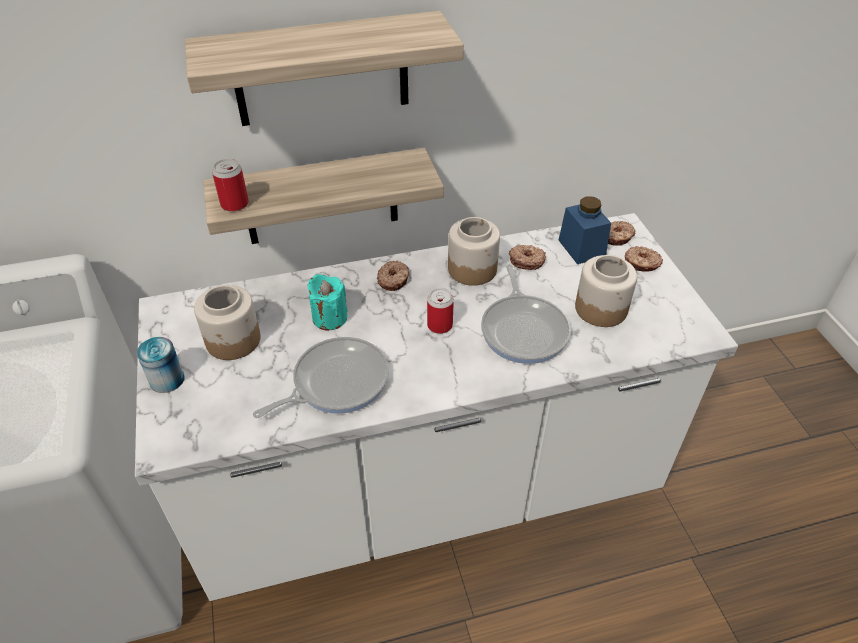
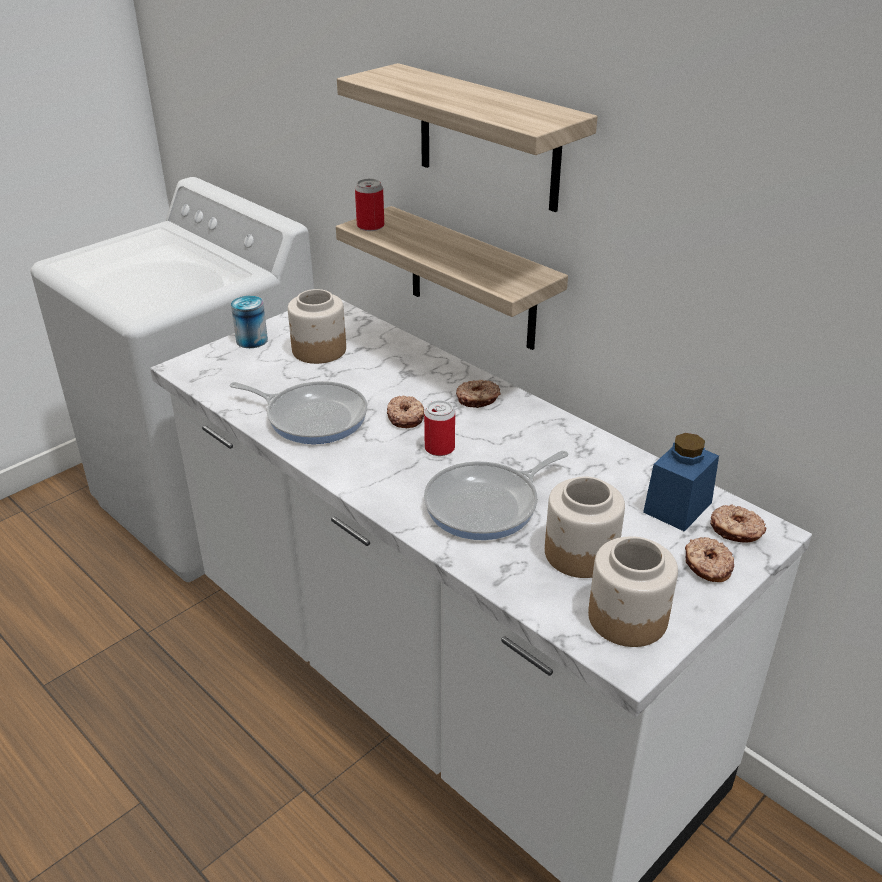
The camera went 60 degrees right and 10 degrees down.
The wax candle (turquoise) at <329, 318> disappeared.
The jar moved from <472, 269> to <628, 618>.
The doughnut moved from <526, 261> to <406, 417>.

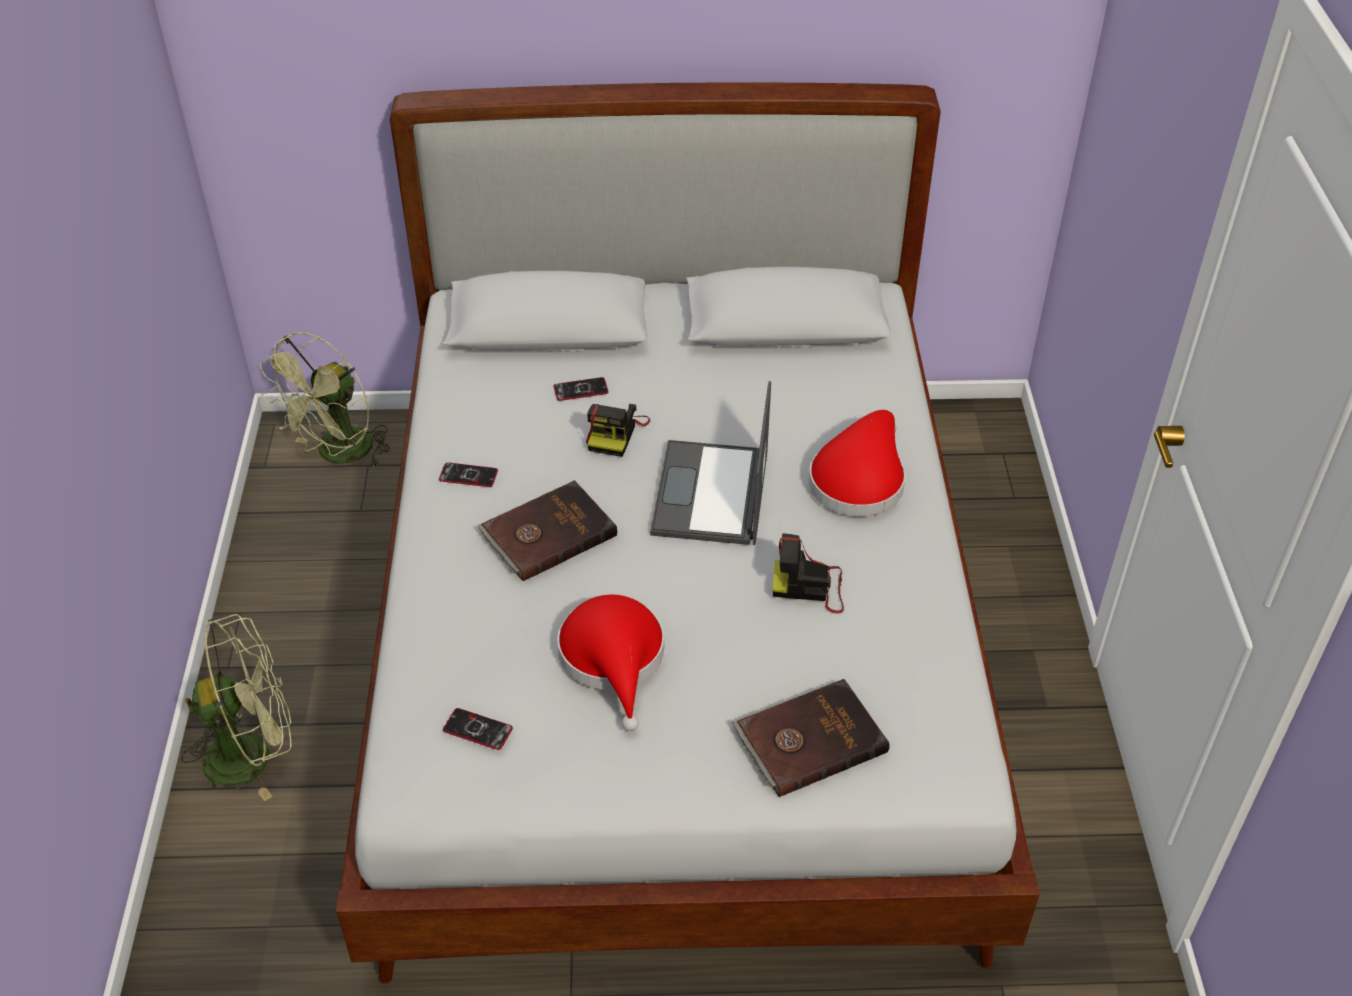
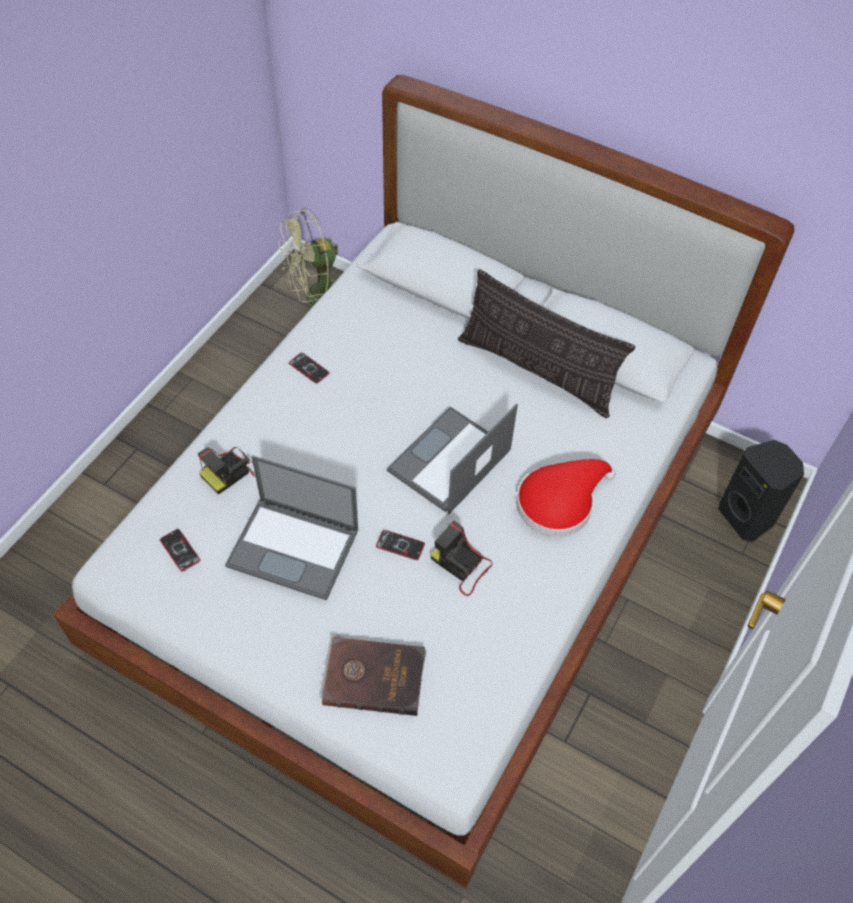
The camera went 30 degrees right and 10 degrees up.
The electric fan (greenish) at <252, 753> disappeared.
The bound book (brown-coloured) at <547, 533> disappeared.
The telephone moved from <581, 390> to <400, 545>.
The clothing hat (red) at <614, 659> was replaced by the notebook computer at <295, 548>.
The still camera moved from <615, 433> to <232, 471>.
The cushion at <537, 370> appeared.
The loudspeaker (black) at <747, 517> appeared.

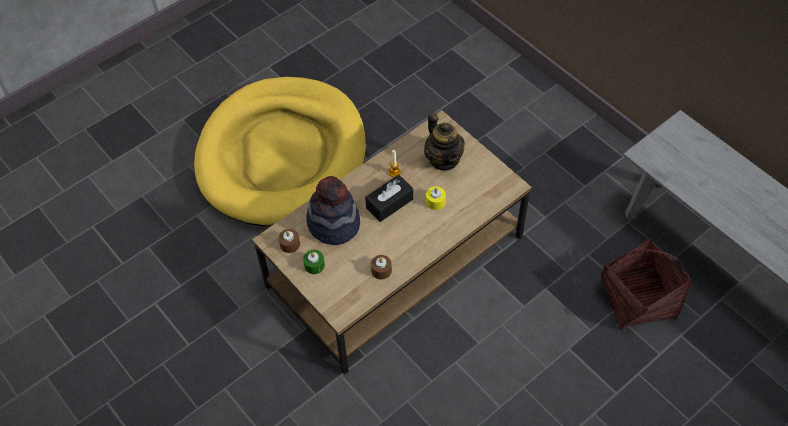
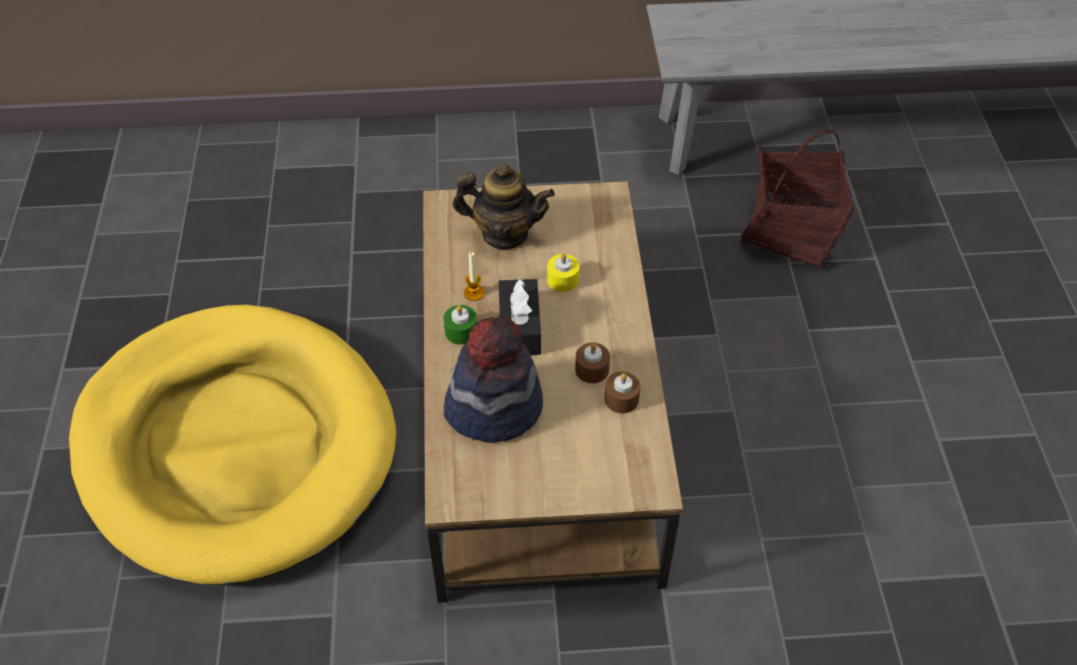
The camera went 55 degrees left and 5 degrees down.
The wax candle (brown-coloured) moved from <290, 244> to <592, 369>.
The wax candle (greenish) moved from <314, 265> to <461, 331>.

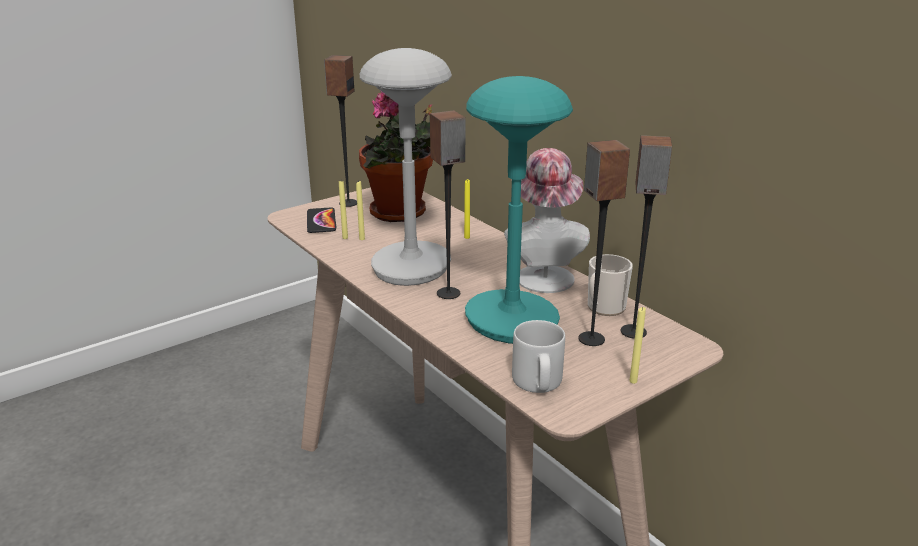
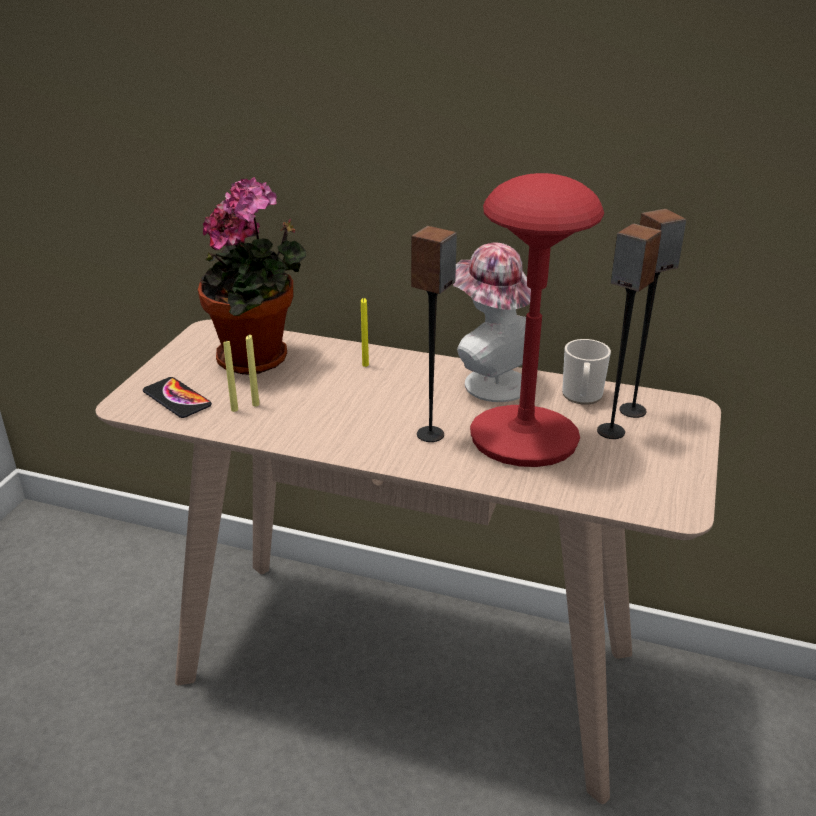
The camera went 35 degrees left and 5 degrees up.
The loudspeaker at <348, 203> disappeared.
The lamp for a table (gray) at <412, 266> disappeared.
The lamp for a table (turquoise) at <512, 320> became the lamp for a table (red) at <524, 440>.
The mug (gray) at <538, 383> disappeared.
The wax candle (yellowish) at <633, 381> disappeared.

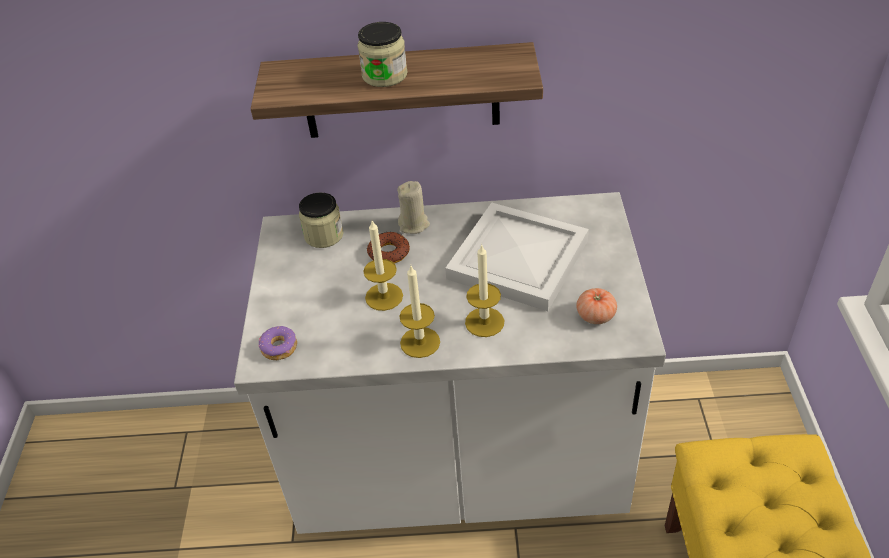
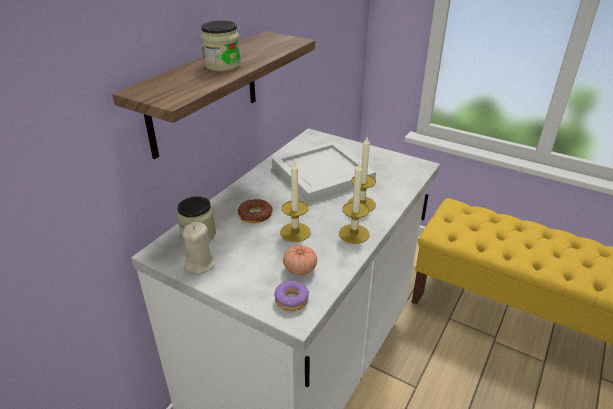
The camera went 60 degrees left and 10 degrees down.
The wax candle (beige) moved from <414, 224> to <200, 264>.
The tomato moved from <595, 315> to <300, 269>.

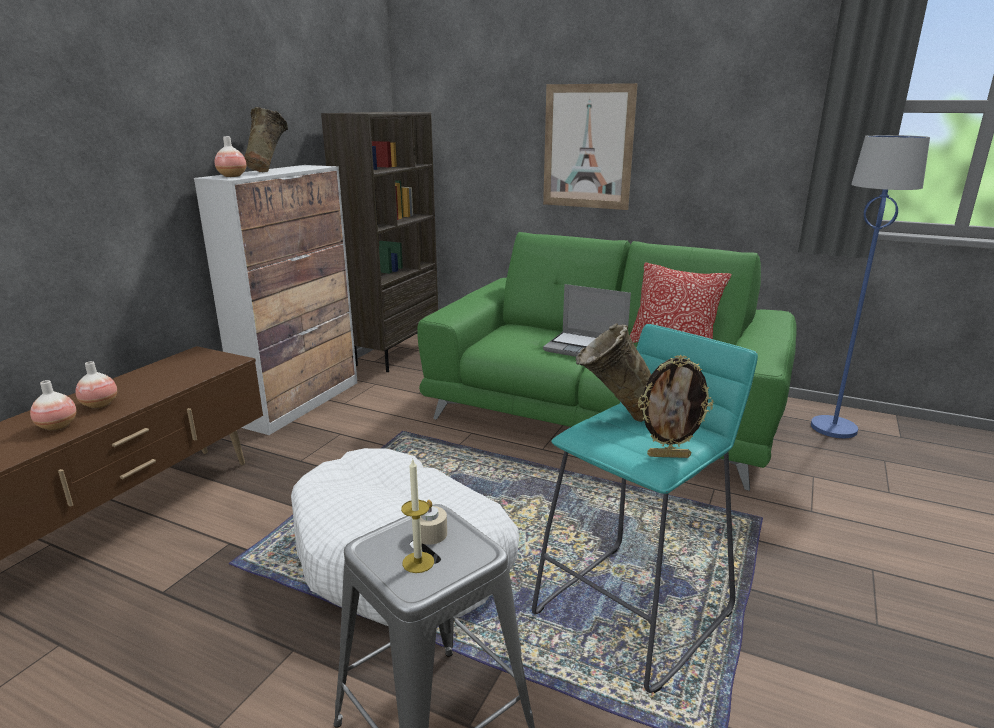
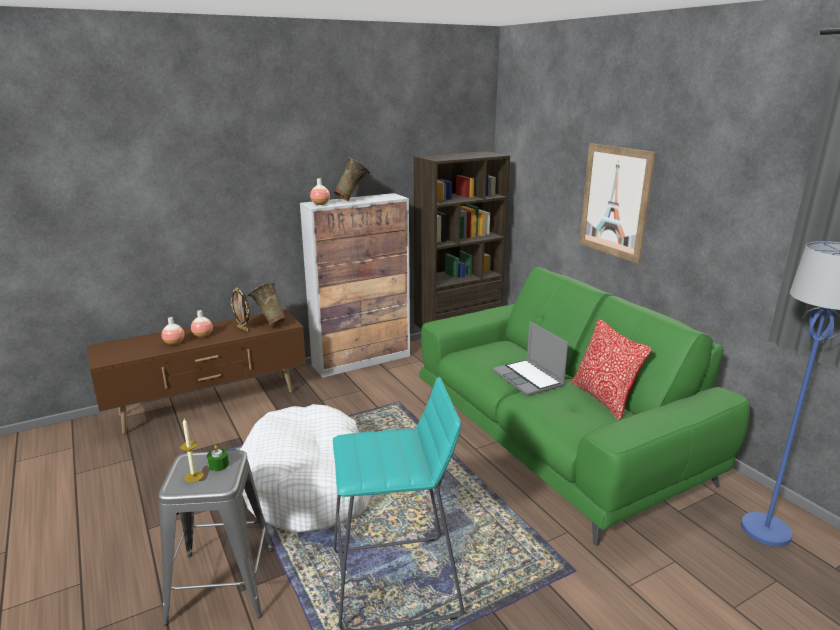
The camera went 35 degrees right and 0 degrees up.
The wax candle (beige) at <430, 534> became the wax candle (greenish) at <218, 465>.
The decorative vase (beige) moved from <616, 417> to <269, 323>.
The standing frame moved from <668, 455> to <243, 329>.

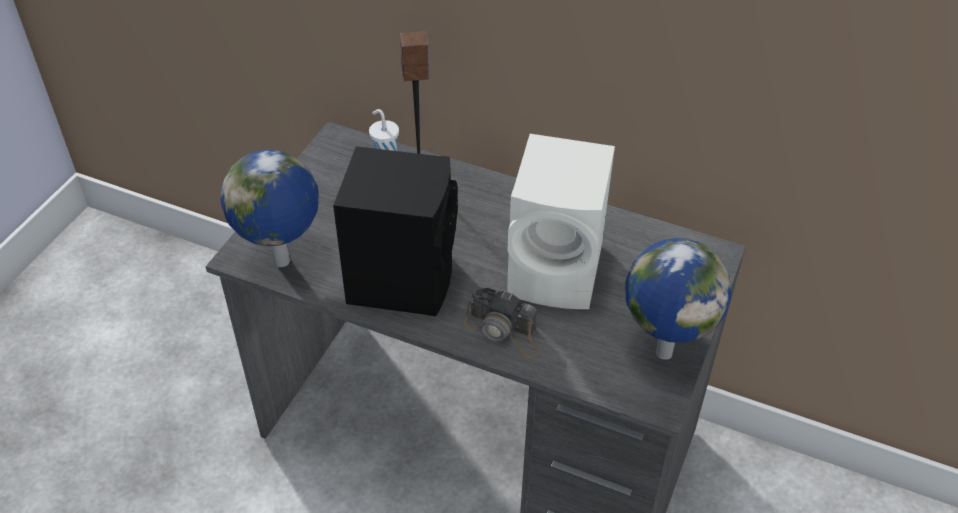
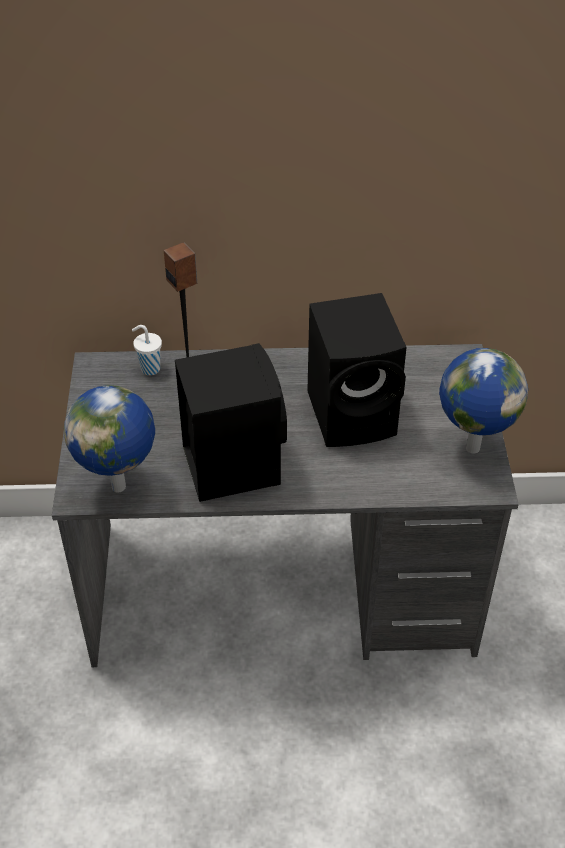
The camera went 25 degrees left and 0 degrees up.
The still camera at <504, 331> disappeared.
The loudspeaker (white-coloured) at <559, 272> became the loudspeaker (black) at <355, 414>.

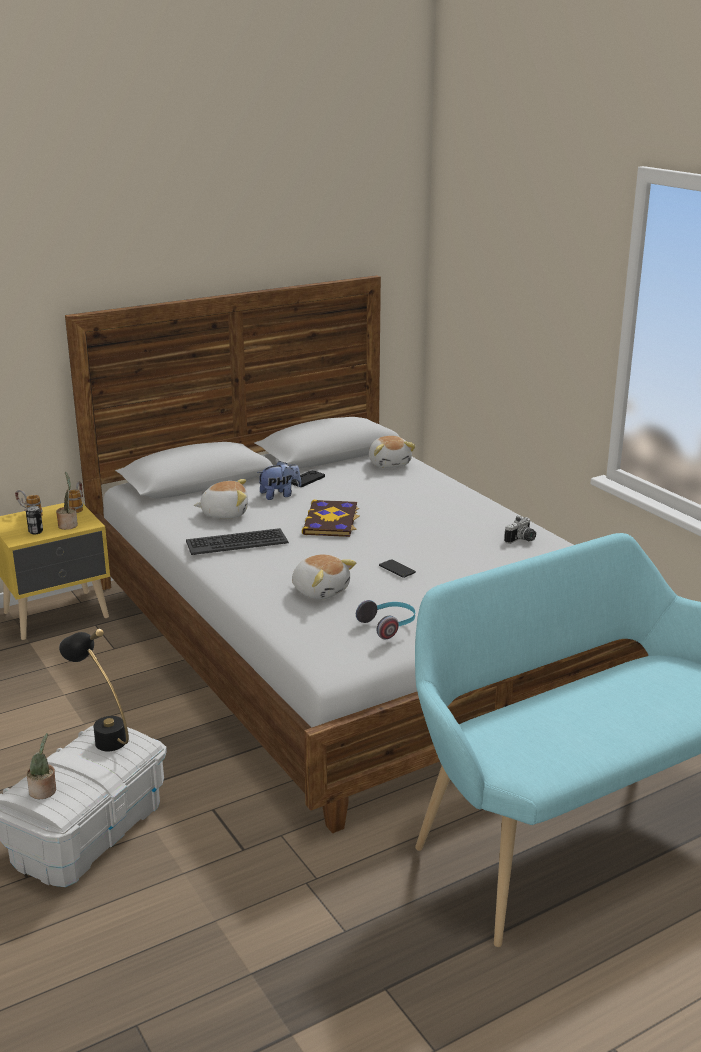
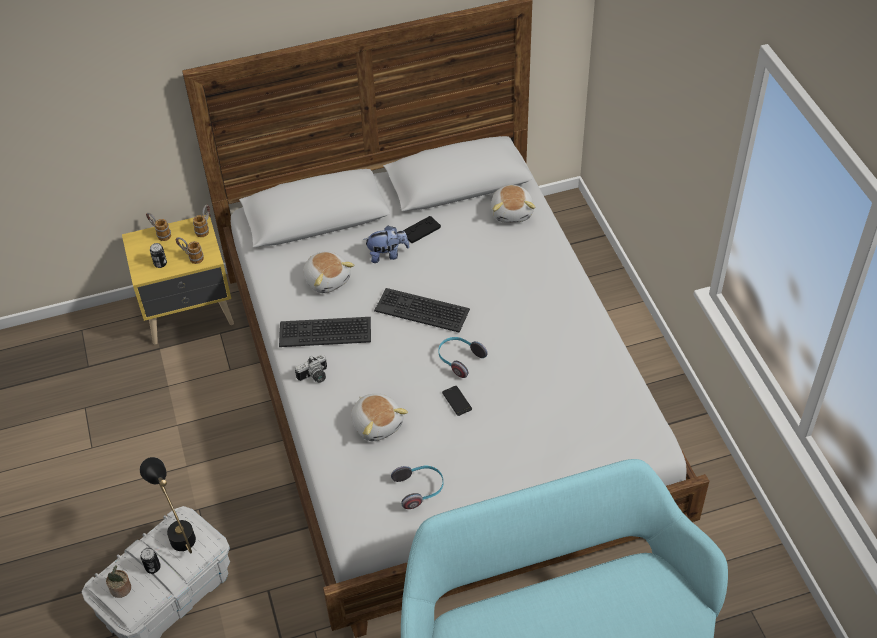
The camera went 15 degrees right and 25 degrees up.
The plant in a pot at <68, 525> was replaced by the mug at <191, 257>.
The soft toy at <224, 513> turned 45 degrees clockwise.
The bound book at <332, 521> was replaced by the keyboard at <422, 310>.
The still camera moved from <522, 540> to <315, 377>.
The sealed can at <153, 567> appeared.
The pair of headphones at <459, 360> appeared.

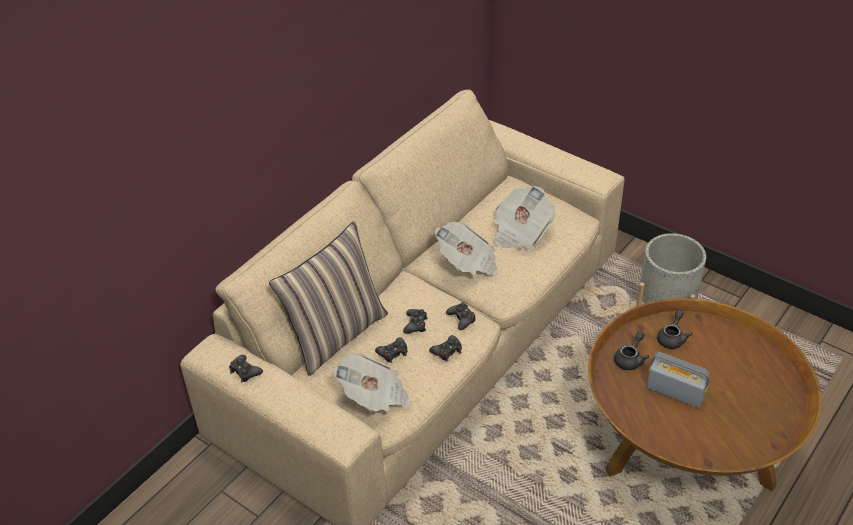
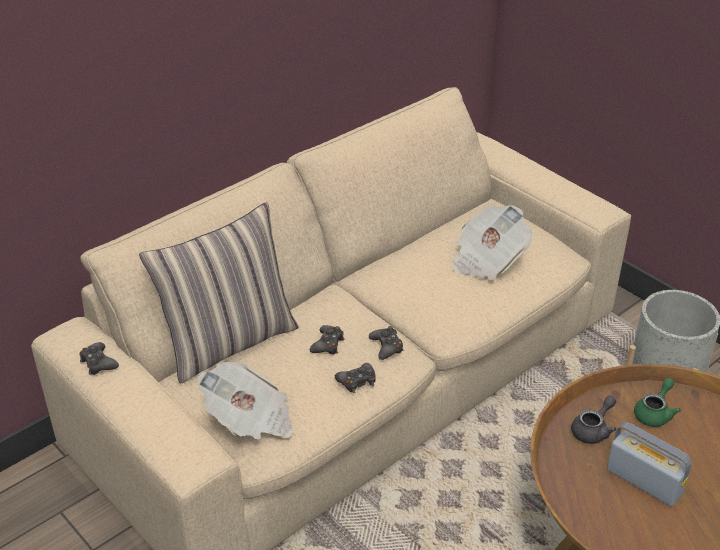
The camera went 10 degrees right and 5 degrees down.
The joypad (black) at <393, 353> disappeared.
The newspaper at <468, 263> disappeared.
The teapot (gray) at <672, 338> became the teapot (greenish) at <655, 413>.

